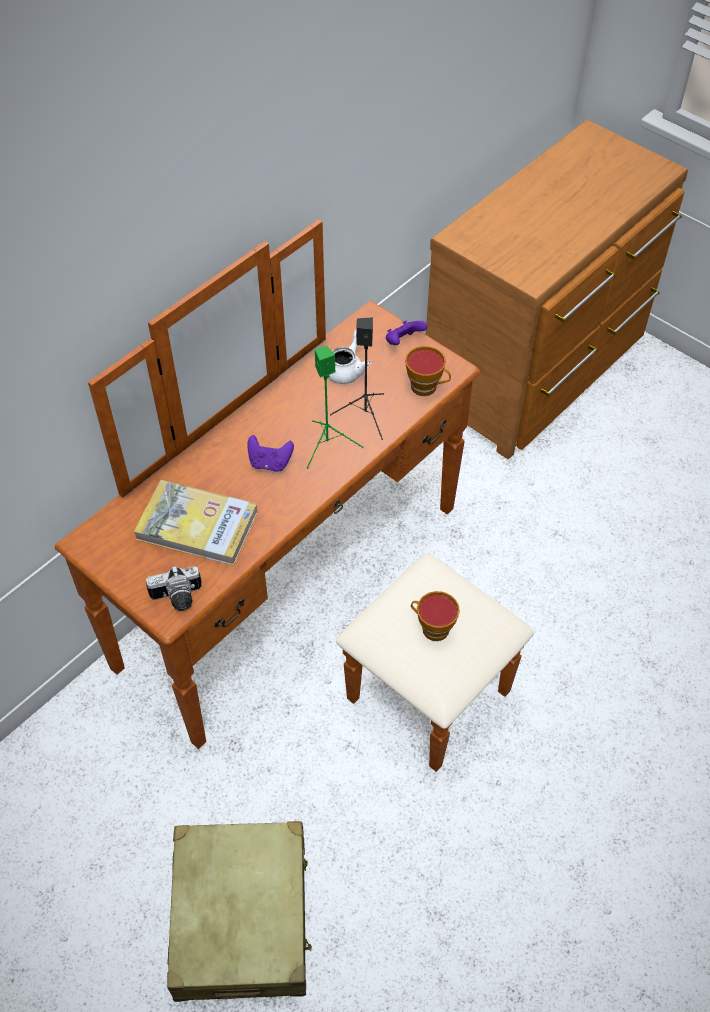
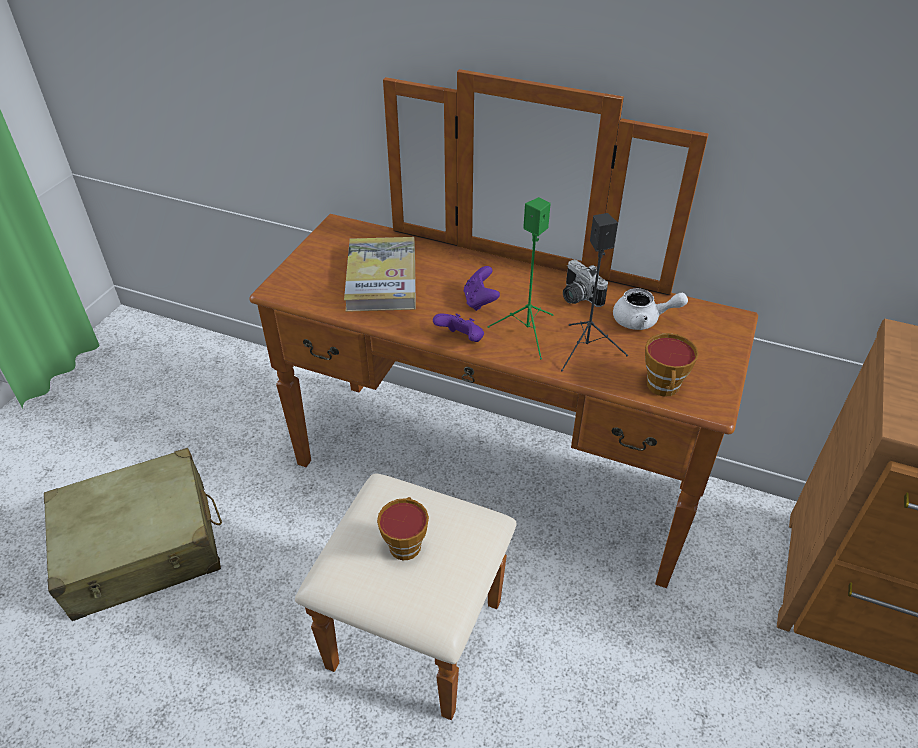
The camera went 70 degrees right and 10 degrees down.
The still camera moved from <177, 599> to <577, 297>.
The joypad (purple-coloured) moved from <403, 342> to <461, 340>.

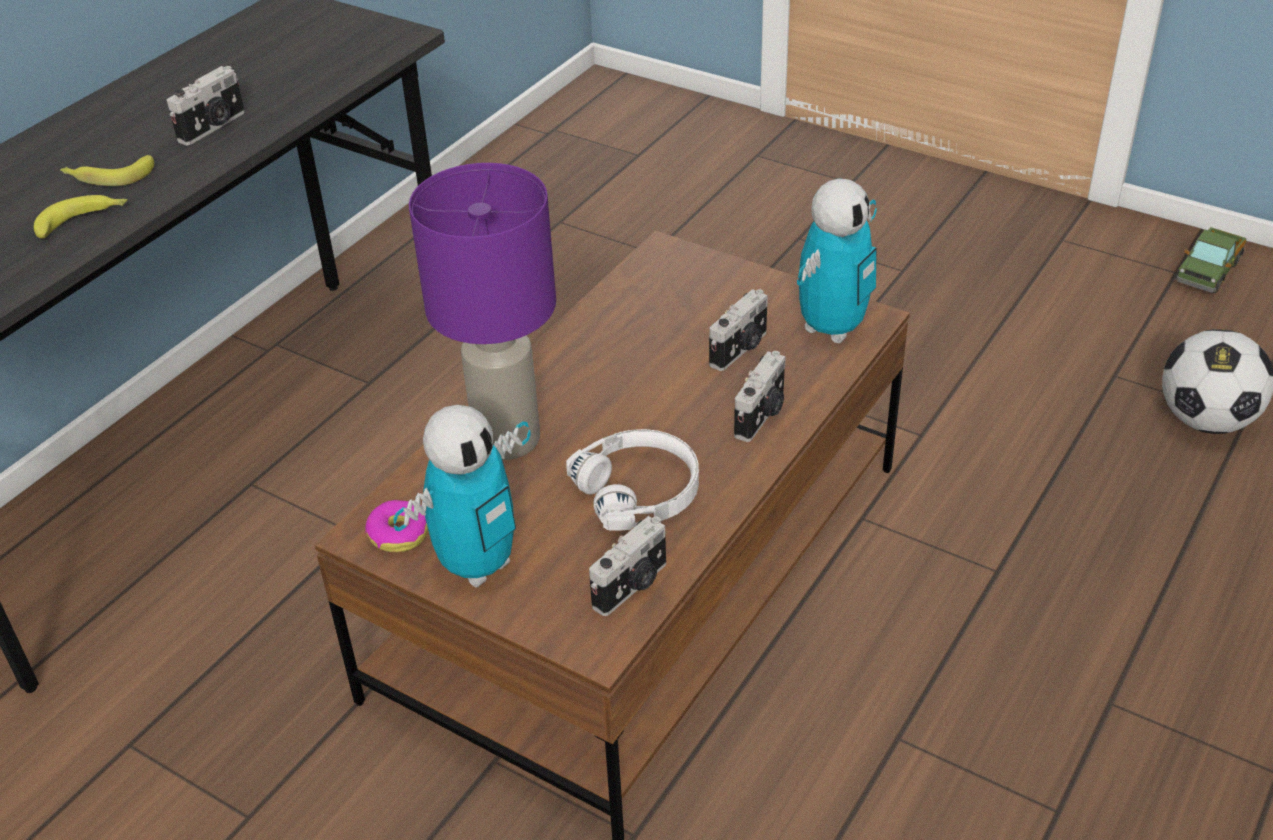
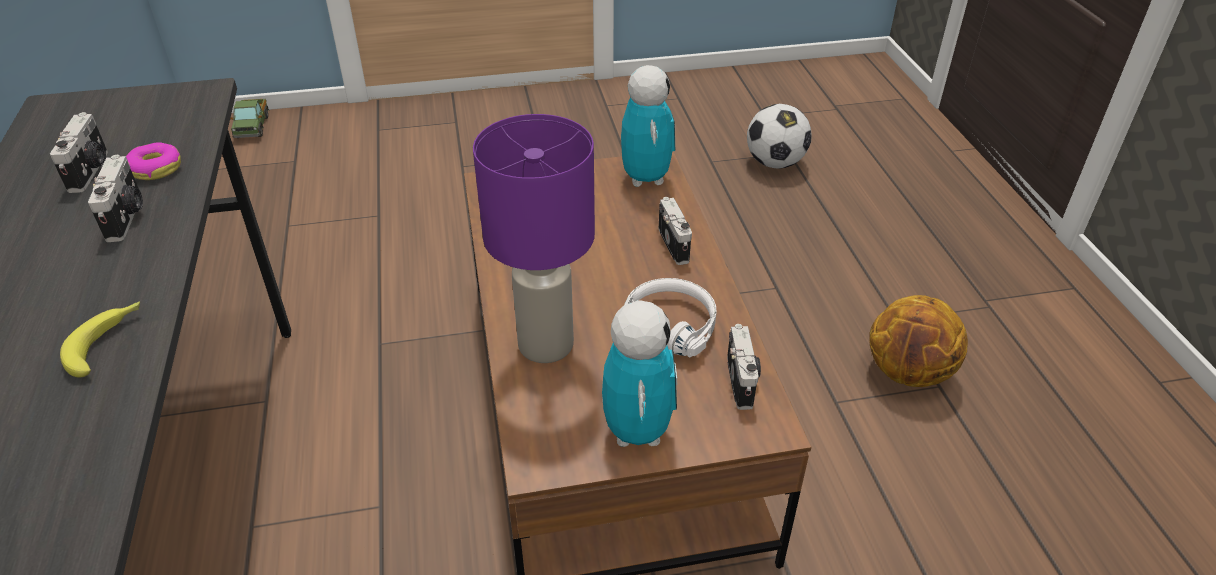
The camera went 45 degrees left and 0 degrees up.
The whole banana at <108, 177> disappeared.
The doughnut moved from <399, 533> to <156, 169>.
The still camera moved from <740, 349> to <91, 171>.
The toy truck moved from <1208, 272> to <252, 127>.
The basketball ball at <908, 373> appeared.

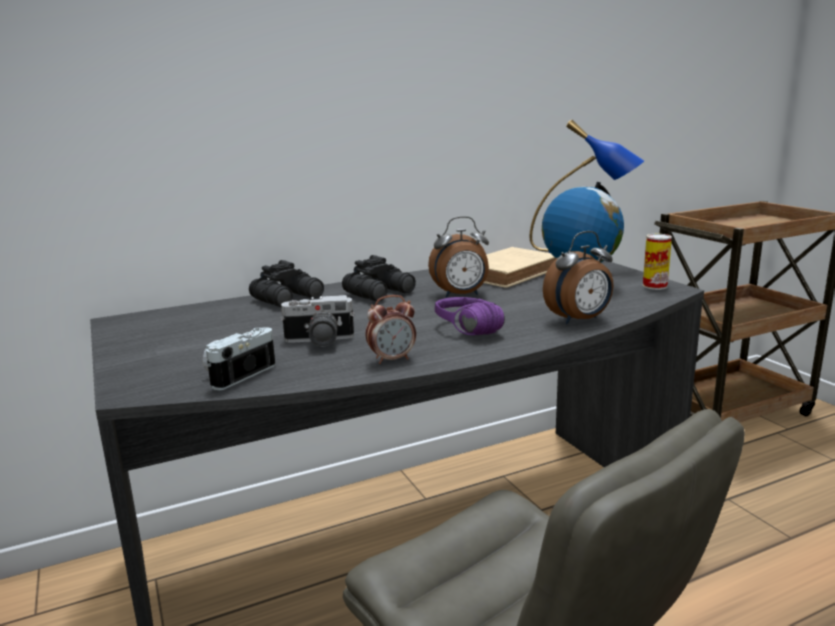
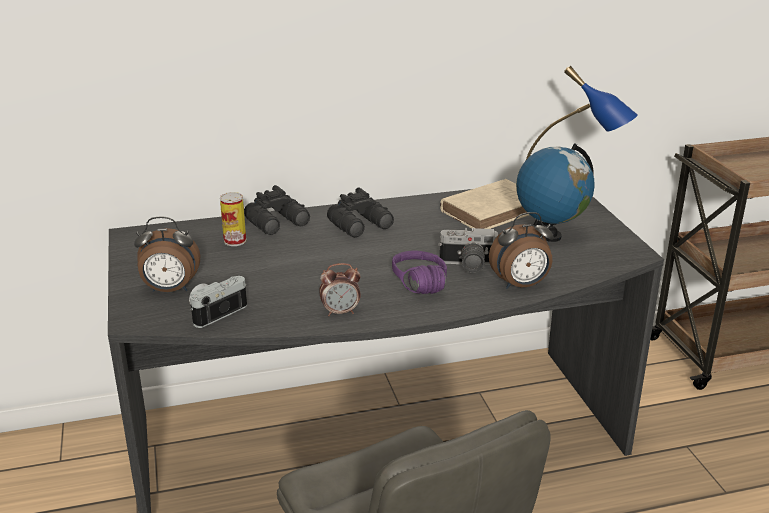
The camera went 10 degrees right and 10 degrees up.
The still camera moved from <319, 342> to <467, 265>.
The bedside clock moved from <461, 295> to <170, 290>.
The sealed can moved from <654, 286> to <235, 241>.

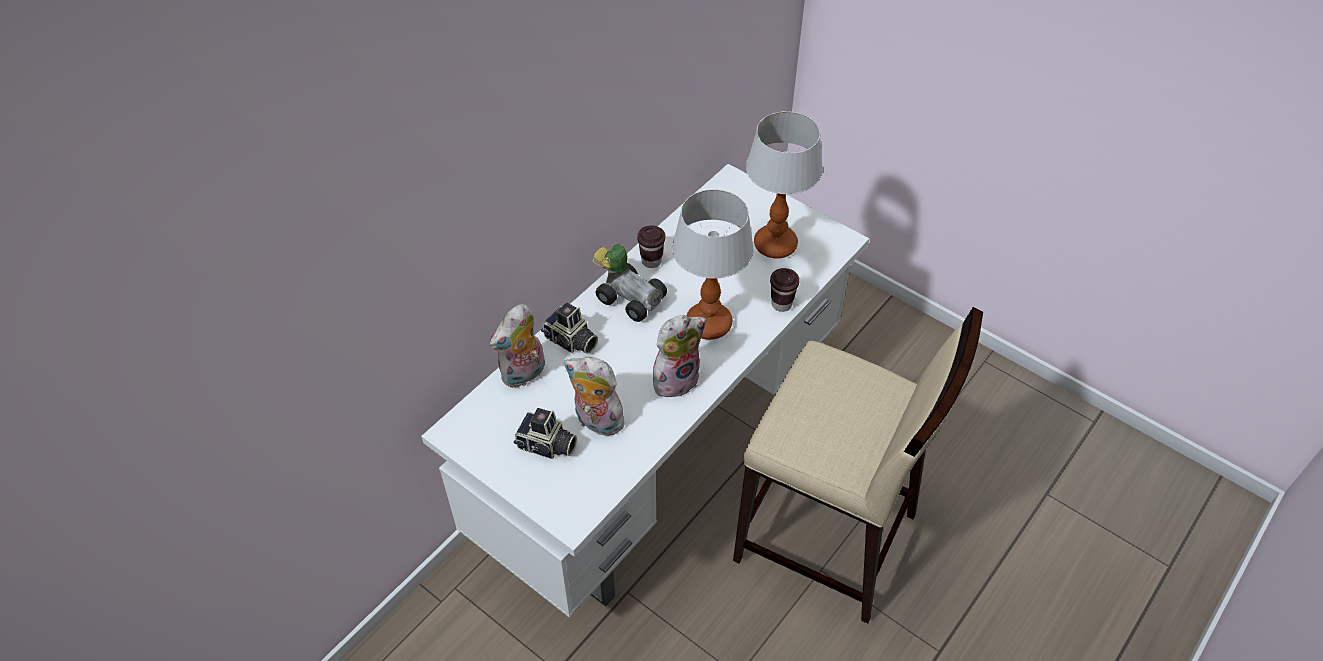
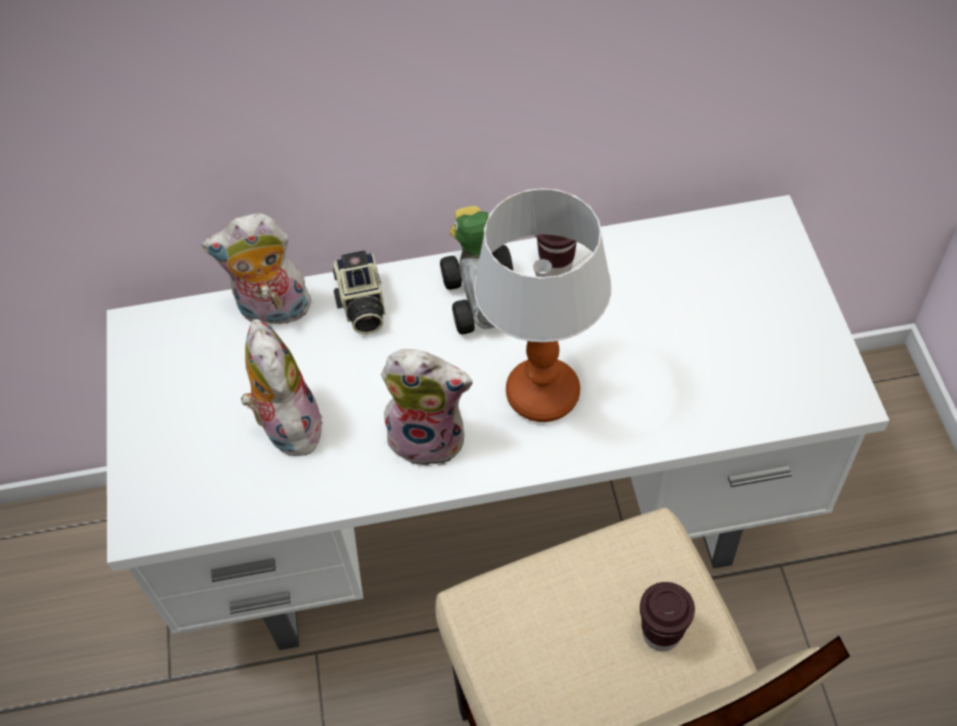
The camera went 45 degrees right and 5 degrees up.
The still camera at <546, 446> disappeared.
The lamp for a table at <774, 245> disappeared.
The cup (brown-coloured) moved from <781, 304> to <661, 634>.

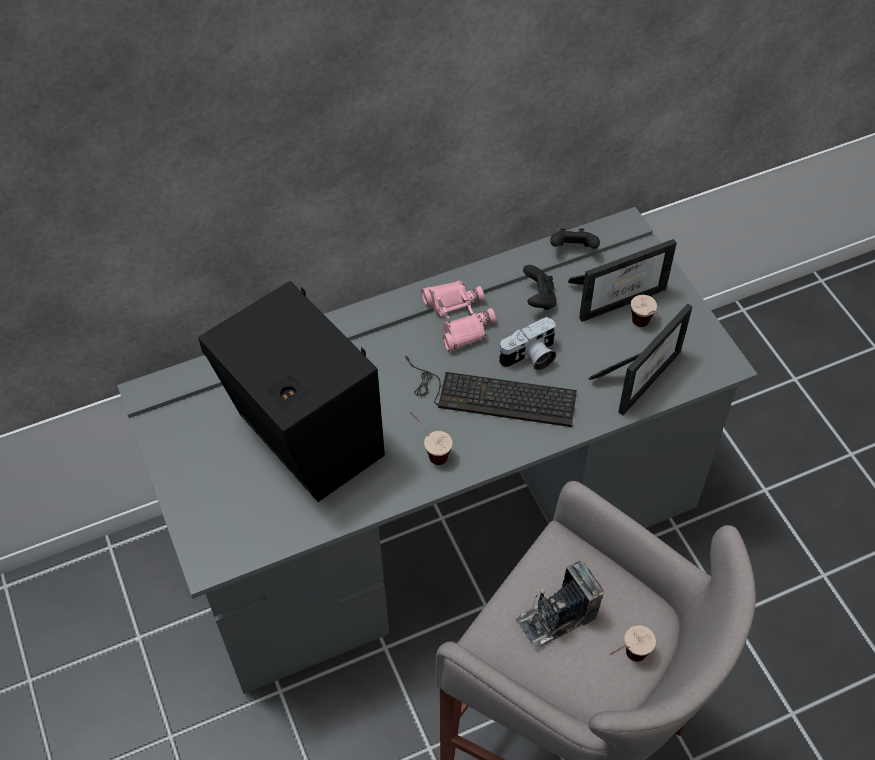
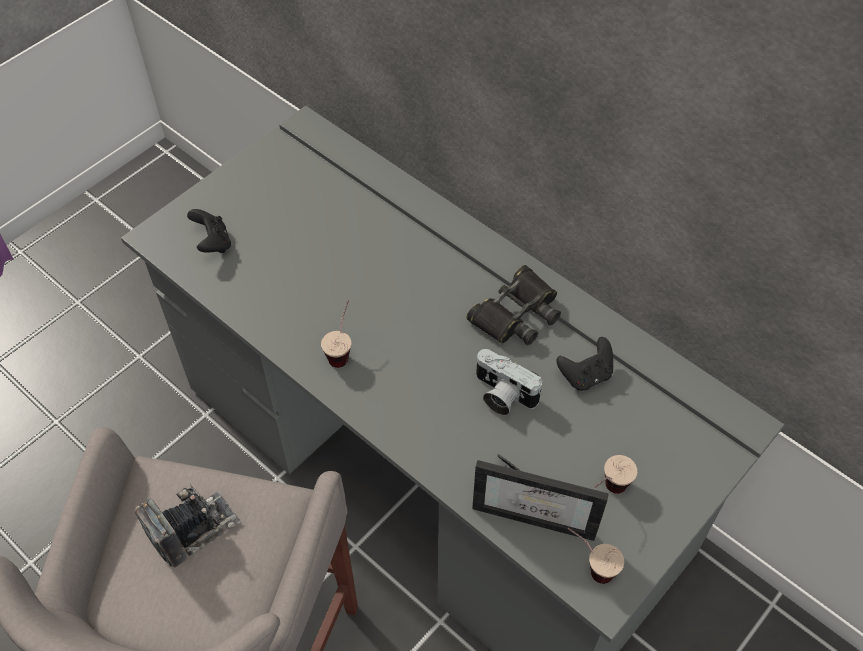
The camera went 65 degrees right and 0 degrees up.
The loudspeaker (black) at <306, 441> disappeared.
The keyboard at <490, 395> disappeared.
The binoculars (pink-coloured) at <457, 318> became the binoculars (black) at <516, 313>.
The still camera at <556, 617> turned 105 degrees clockwise.
The joypad (black) moved from <573, 249> to <213, 243>.
The standing frame at <619, 296> disappeared.
The cup moved from <626, 659> to <589, 566>.

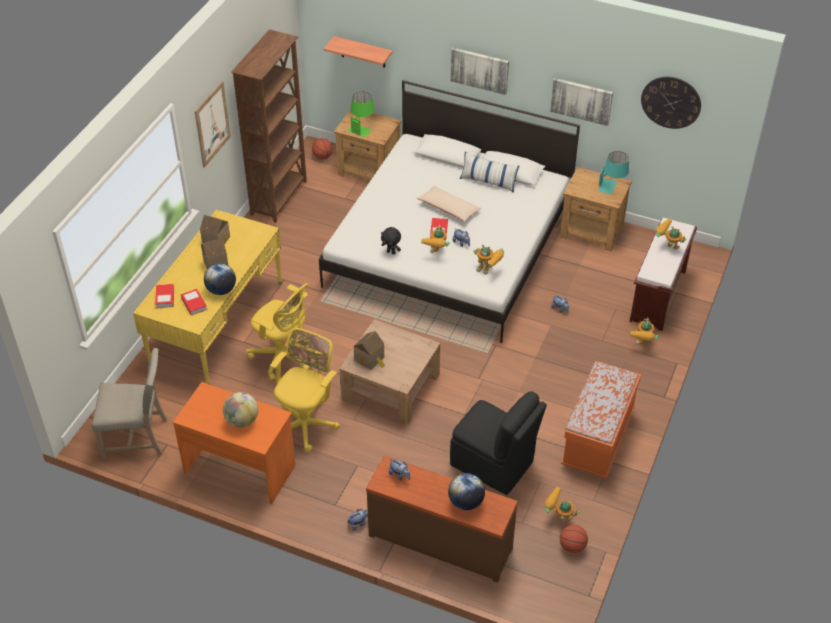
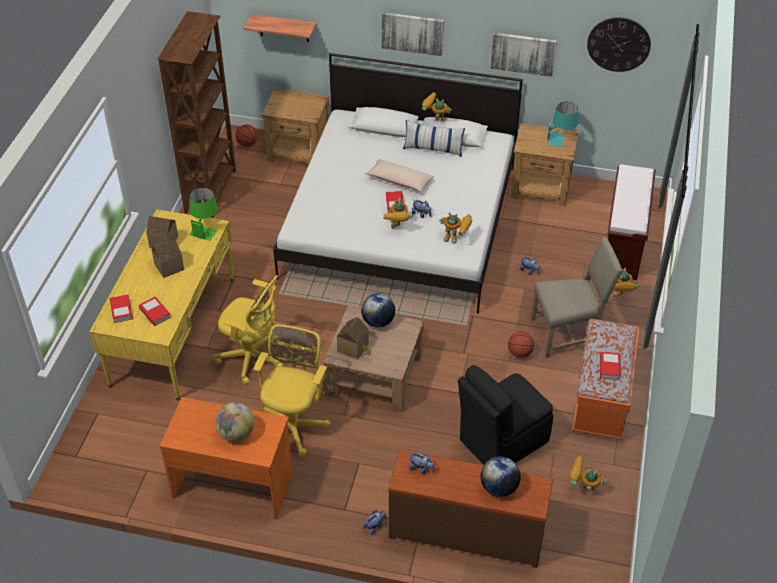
The camera went 10 degrees left and 0 degrees up.
The upright chair (beige) moved from <137, 437> to <568, 333>.
The wall art at <212, 124> disappeared.
The world globe moved from <221, 290> to <378, 321>.
The lamp for a table (greenish) moved from <362, 127> to <205, 229>.
The soft toy (black) at <391, 252> disappeared.
The upright chair (black) at <493, 464> turned 120 degrees clockwise.
The basketball ball moved from <572, 546> to <519, 353>.
The robot figure moved from <666, 247> to <434, 121>.
The bound book at <609, 367> appeared.

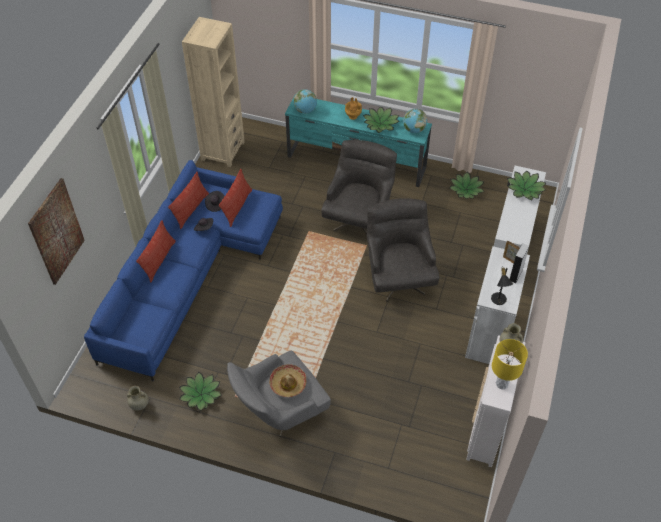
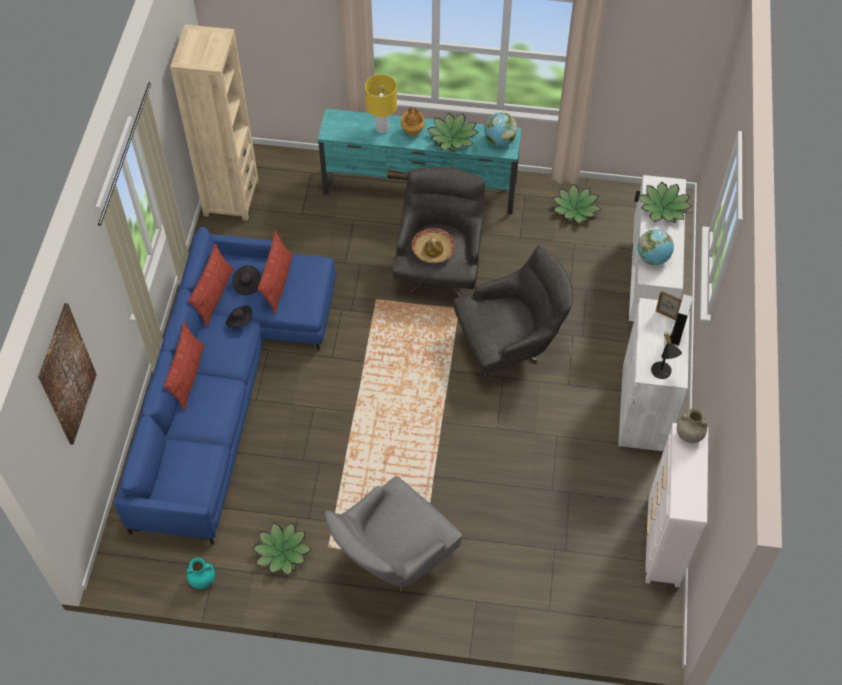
The camera went 10 degrees left and 5 degrees up.
The decorative vase (beige) at <139, 405> became the decorative vase (turquoise) at <202, 580>.
The clothing hat moved from <288, 383> to <433, 249>.
The world globe moved from <305, 110> to <653, 258>.
The lounge chair (gray) at <398, 275> turned 90 degrees clockwise.
The lamp for a table (yellowish) moved from <501, 384> to <382, 128>.

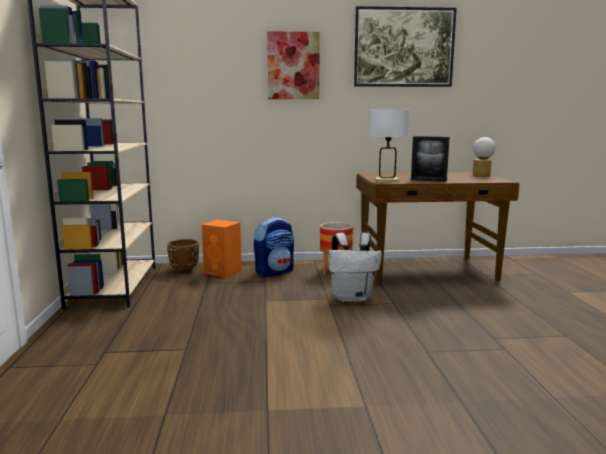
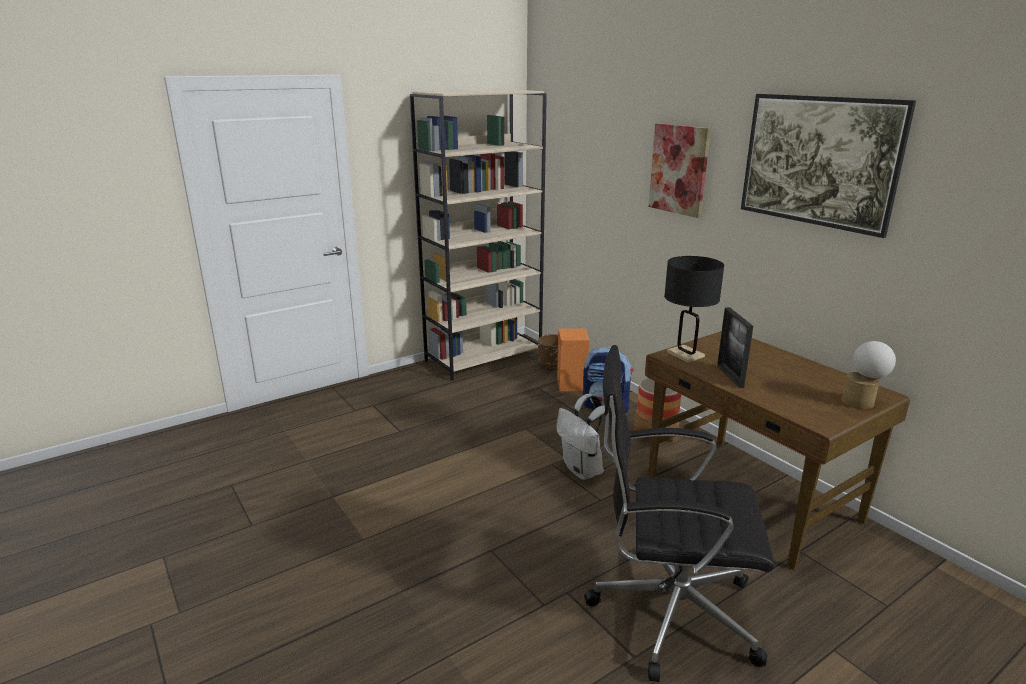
The camera went 60 degrees right and 10 degrees up.
The lamp for a table (white-coloured) at <387, 180> became the lamp for a table (black) at <685, 355>.
The office chair (black) at <669, 611> appeared.

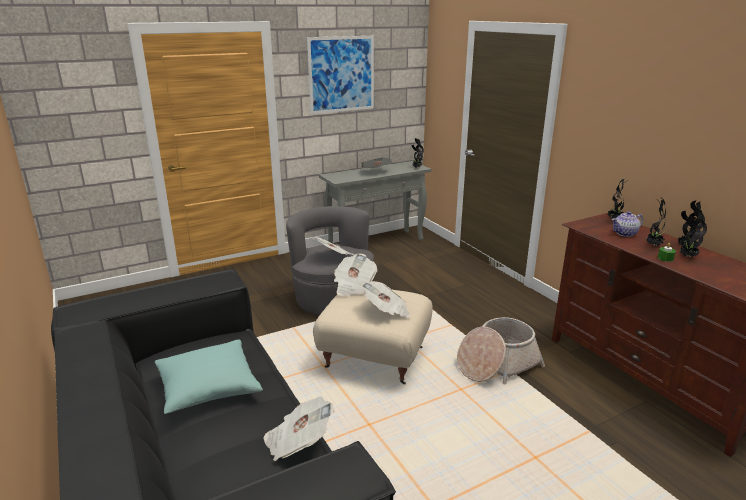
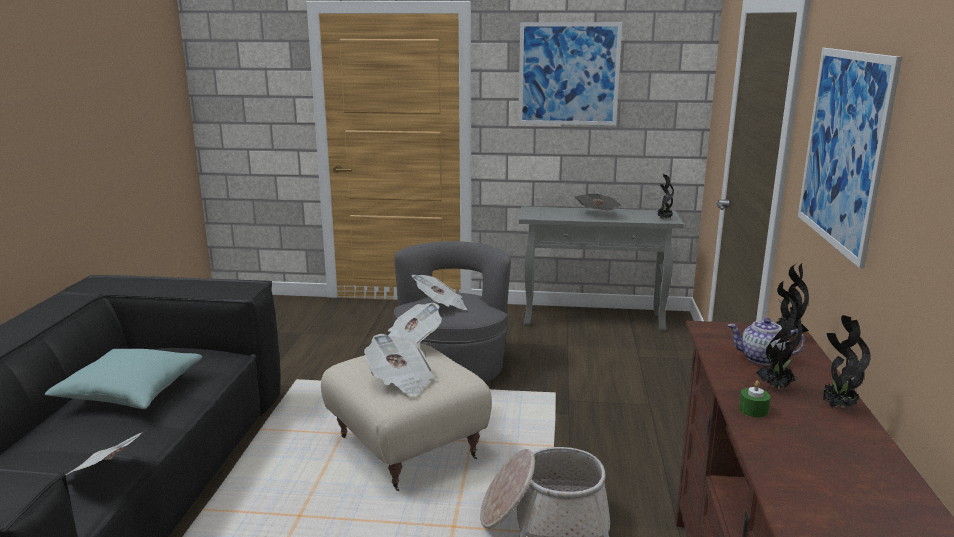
The camera went 35 degrees right and 5 degrees down.
The plant in a pot at <687, 256> disappeared.
The wall art at <843, 149> appeared.

